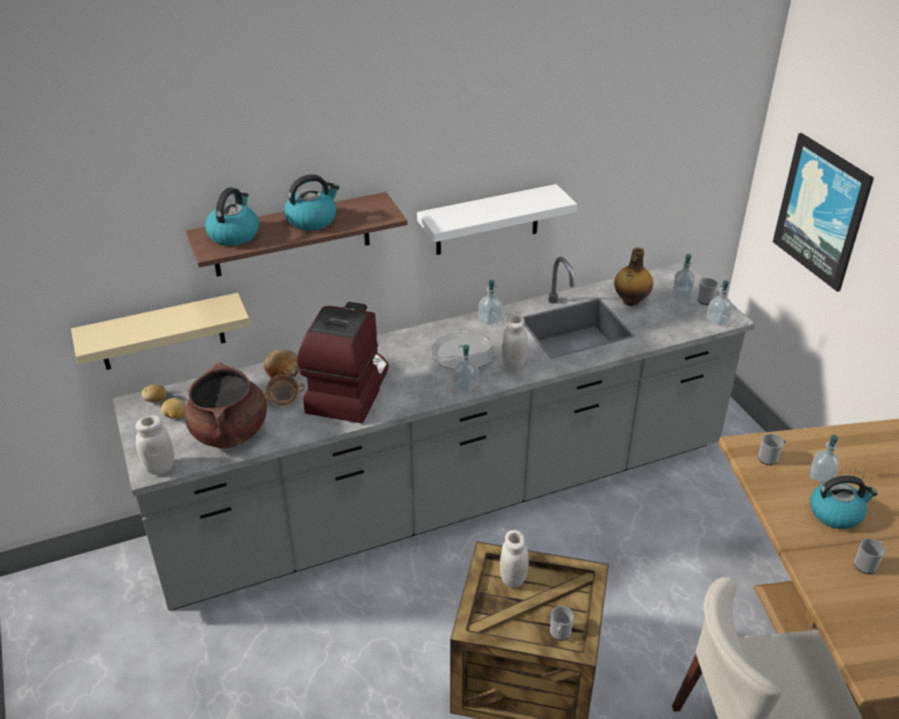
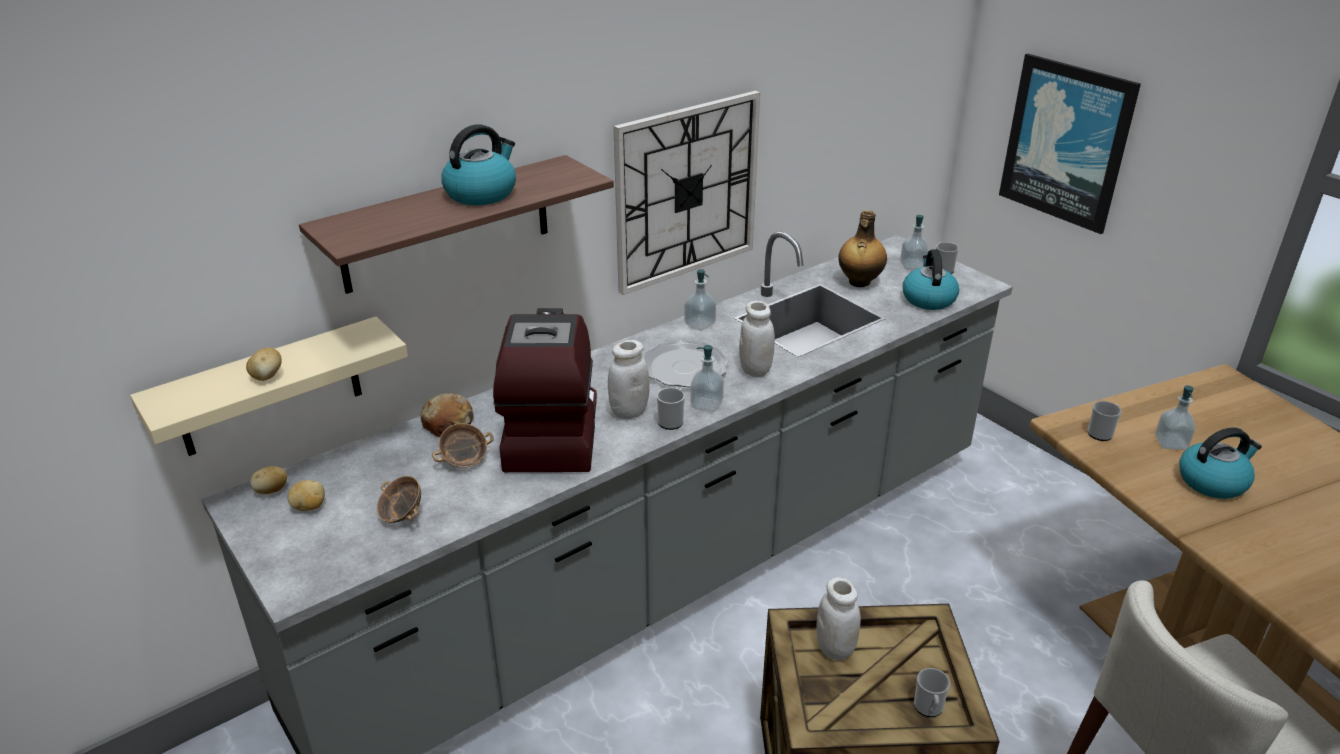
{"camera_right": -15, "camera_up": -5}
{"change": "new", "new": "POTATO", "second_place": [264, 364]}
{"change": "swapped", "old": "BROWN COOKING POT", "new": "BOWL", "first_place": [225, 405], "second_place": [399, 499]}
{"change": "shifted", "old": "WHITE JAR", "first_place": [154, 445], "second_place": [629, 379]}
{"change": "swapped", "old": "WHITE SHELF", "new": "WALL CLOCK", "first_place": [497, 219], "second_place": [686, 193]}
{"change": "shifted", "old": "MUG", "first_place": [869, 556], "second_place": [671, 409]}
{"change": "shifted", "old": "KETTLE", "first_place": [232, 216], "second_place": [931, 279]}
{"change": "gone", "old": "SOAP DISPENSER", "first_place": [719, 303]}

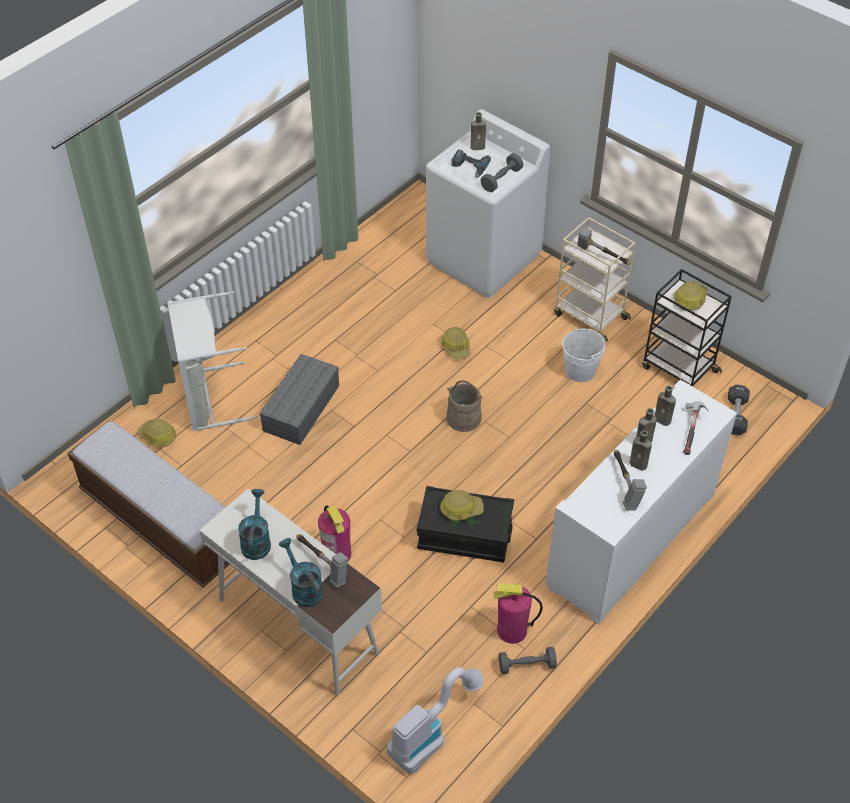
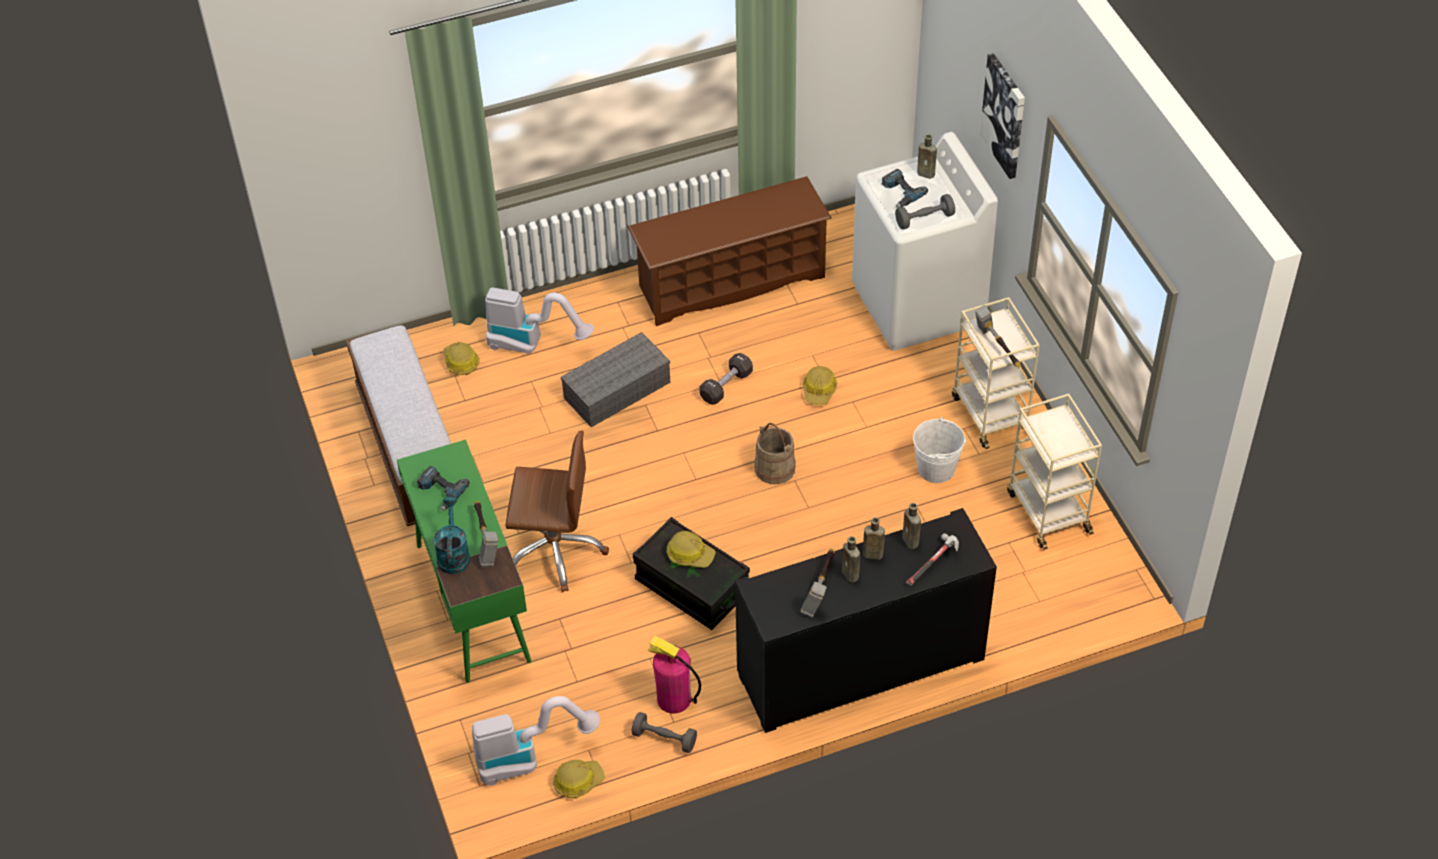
{"camera_right": 30, "camera_up": 0}
{"change": "repainted", "old": "WHITE DESK", "new": "GREEN DESK", "first_place": [290, 592], "second_place": [464, 561]}
{"change": "swapped", "old": "TURQUOISE WATERING CAN", "new": "POWER DRILL", "first_place": [254, 524], "second_place": [443, 488]}
{"change": "swapped", "old": "GREY LAUNDRY BASKET", "new": "VACUUM CLEANER", "first_place": [212, 361], "second_place": [539, 320]}
{"change": "swapped", "old": "FIRE EXTINGUISHER", "new": "BROWN OFFICE CHAIR", "first_place": [334, 533], "second_place": [557, 511]}
{"change": "shifted", "old": "HARD HAT", "first_place": [690, 295], "second_place": [579, 779]}
{"change": "new", "new": "BROWN SHOE RACK", "second_place": [729, 251]}
{"change": "shifted", "old": "BLACK DUMBBELL", "first_place": [739, 409], "second_place": [726, 379]}
{"change": "repainted", "old": "WHITE CABINET", "new": "BLACK CABINET", "first_place": [641, 502], "second_place": [866, 620]}
{"change": "new", "new": "PICTURE", "second_place": [1002, 116]}
{"change": "repainted", "old": "BLACK CART", "new": "BEIGE CART", "first_place": [687, 328], "second_place": [1054, 472]}

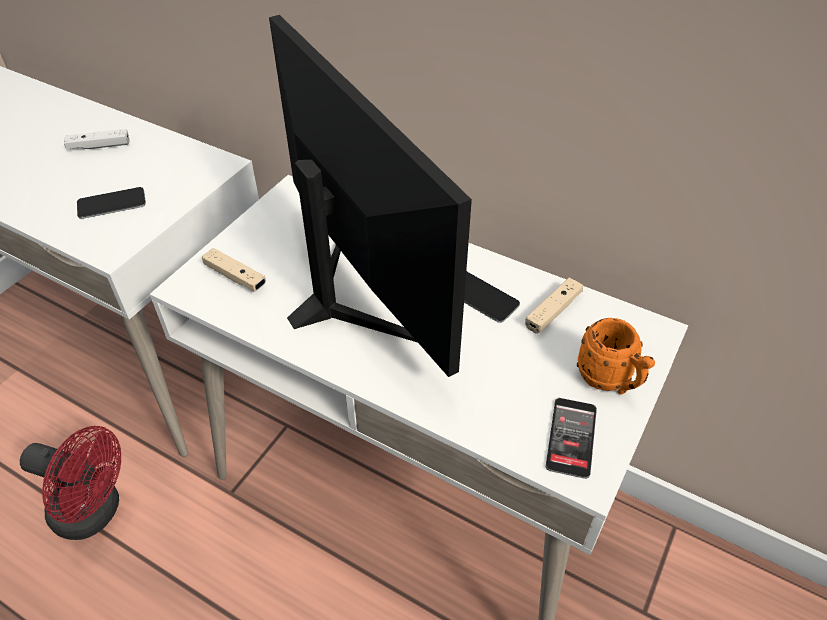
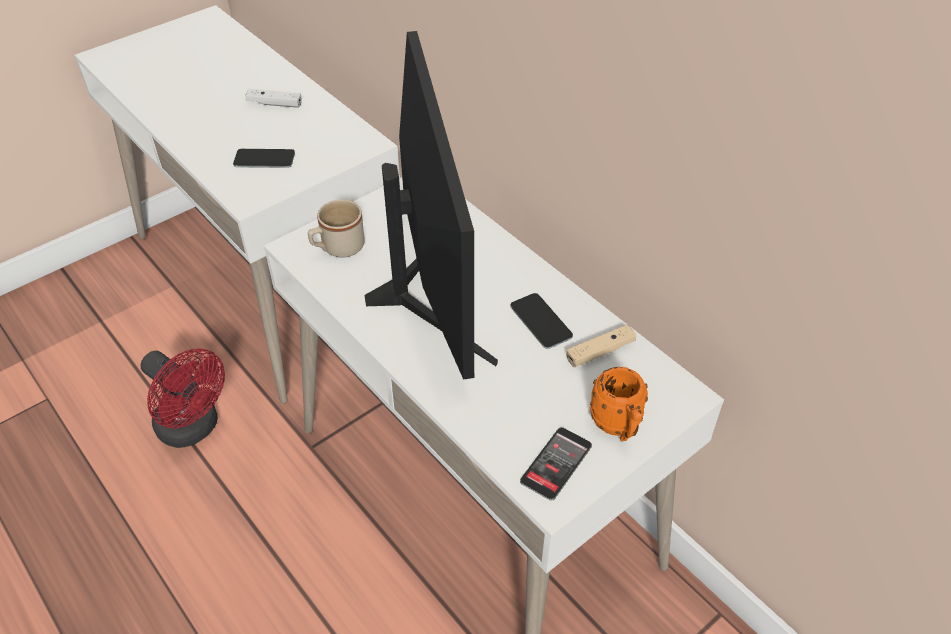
{"camera_right": 20, "camera_up": 0}
{"change": "swapped", "old": "BEIGE GAME CONTROLLER", "new": "BEIGE MUG", "first_place": [234, 270], "second_place": [336, 228]}

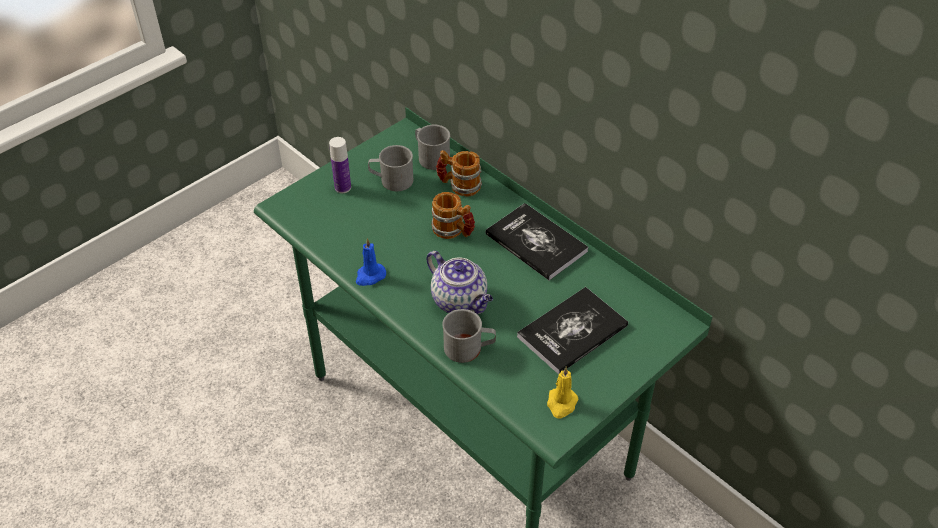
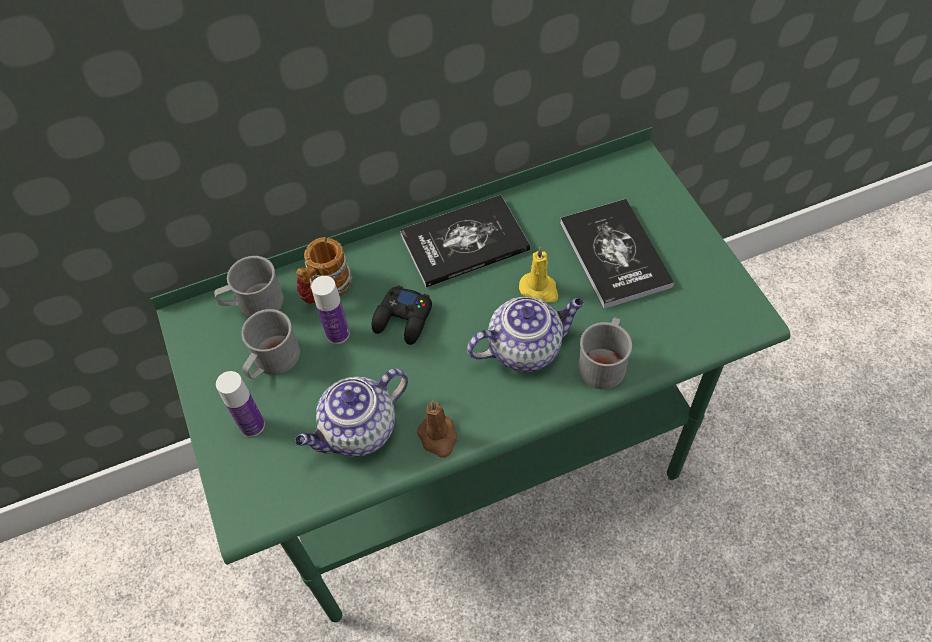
{"camera_right": -65, "camera_up": 10}
{"change": "new", "new": "TEAPOT", "second_place": [351, 413]}
{"change": "new", "new": "BOTTLE", "second_place": [330, 310]}
{"change": "swapped", "old": "MUG", "new": "BLACK GAME CONTROLLER", "first_place": [453, 215], "second_place": [401, 315]}
{"change": "repainted", "old": "BLUE CANDLE", "new": "BROWN CANDLE", "first_place": [371, 262], "second_place": [437, 429]}
{"change": "shifted", "old": "YELLOW CANDLE", "first_place": [563, 392], "second_place": [538, 274]}

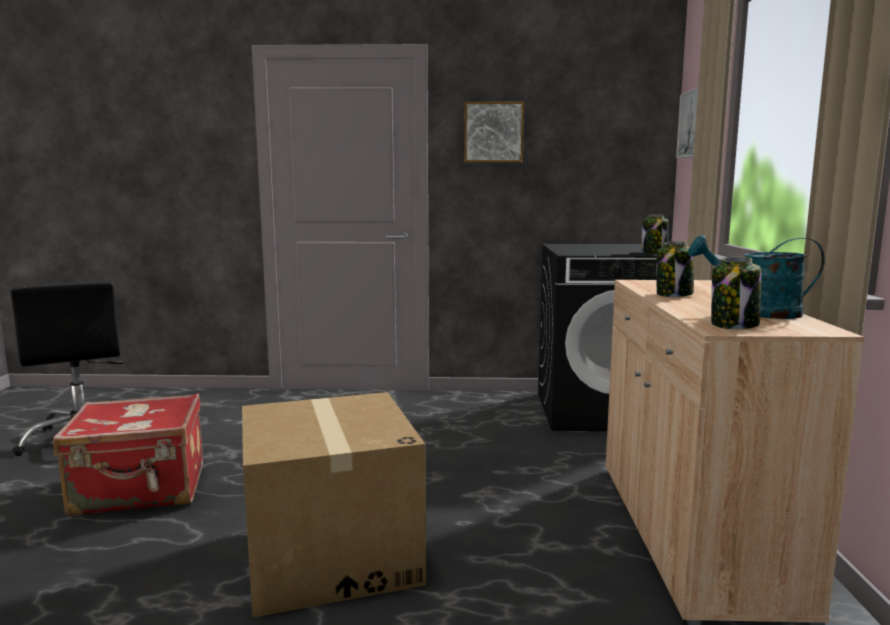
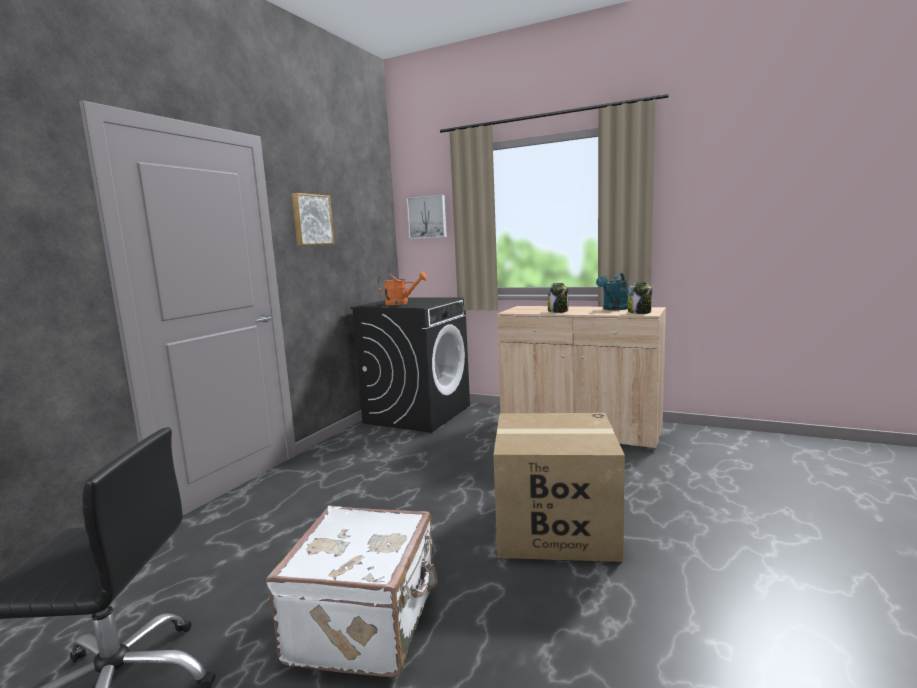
{"camera_right": -65, "camera_up": 0}
{"change": "repainted", "old": "RED SUITCASE", "new": "WHITE SUITCASE", "first_place": [128, 454], "second_place": [352, 591]}
{"change": "new", "new": "ORANGE WATERING CAN", "second_place": [402, 288]}
{"change": "gone", "old": "JAR", "first_place": [655, 234]}

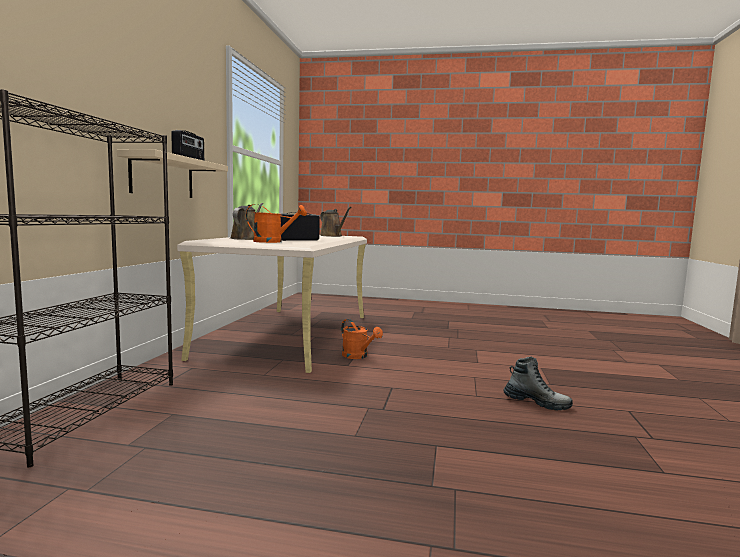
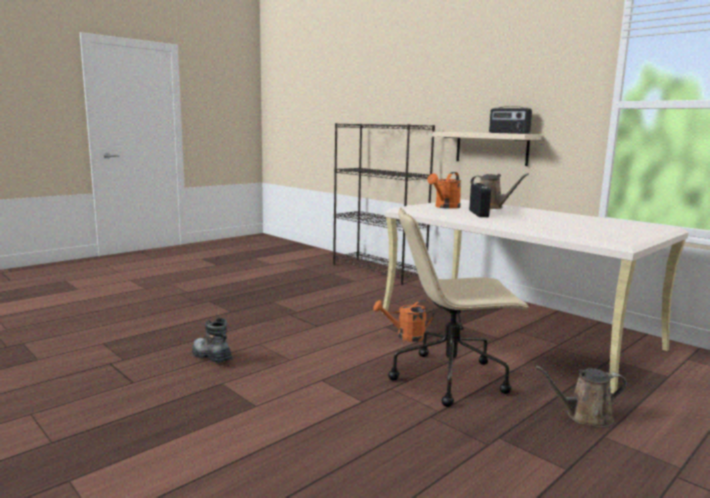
{"camera_right": 125, "camera_up": 5}
{"change": "rotated", "old": "BOOT", "first_place": [538, 383], "second_place": [212, 340], "degrees": 75}
{"change": "new", "new": "BEIGE OFFICE CHAIR", "second_place": [459, 307]}
{"change": "shifted", "old": "BROWN WATERING CAN", "first_place": [336, 222], "second_place": [581, 397]}

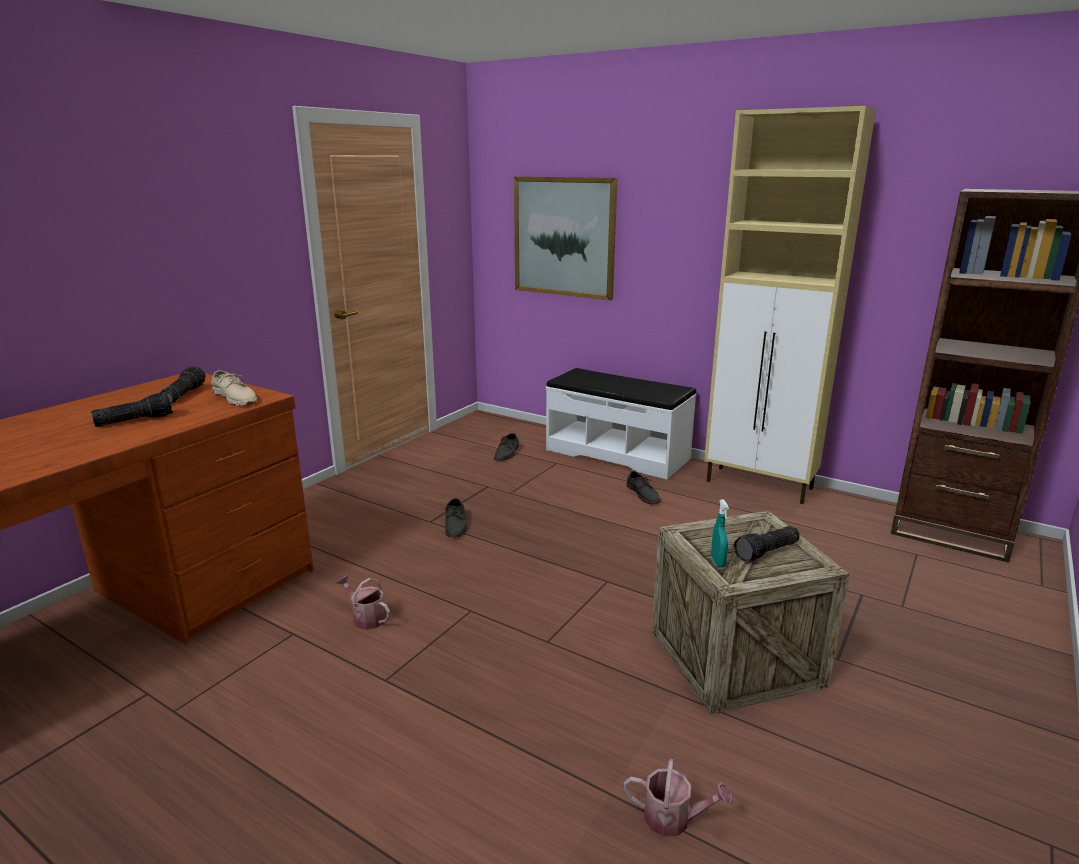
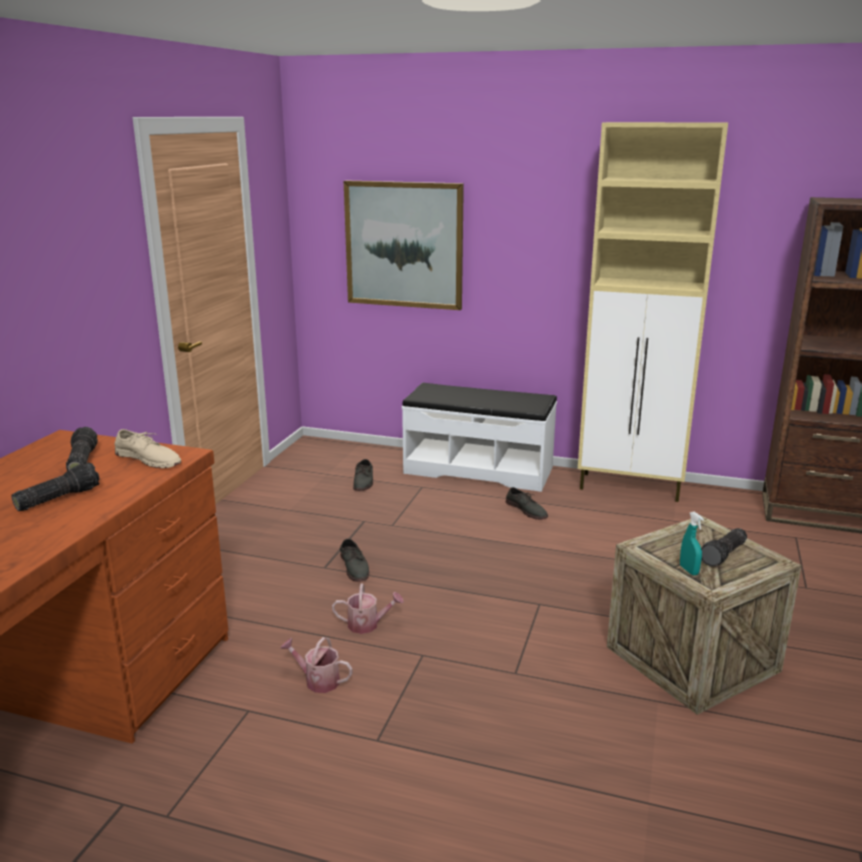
{"camera_right": -15, "camera_up": 0}
{"change": "shifted", "old": "WATERING CAN", "first_place": [678, 798], "second_place": [368, 609]}

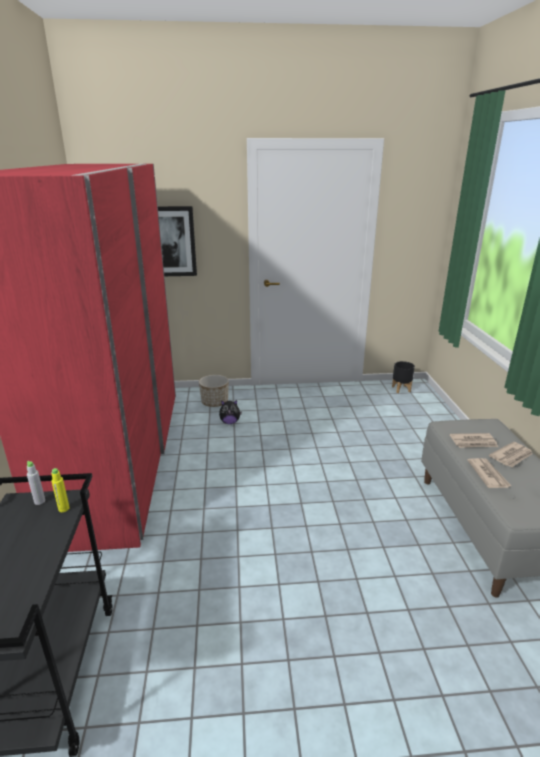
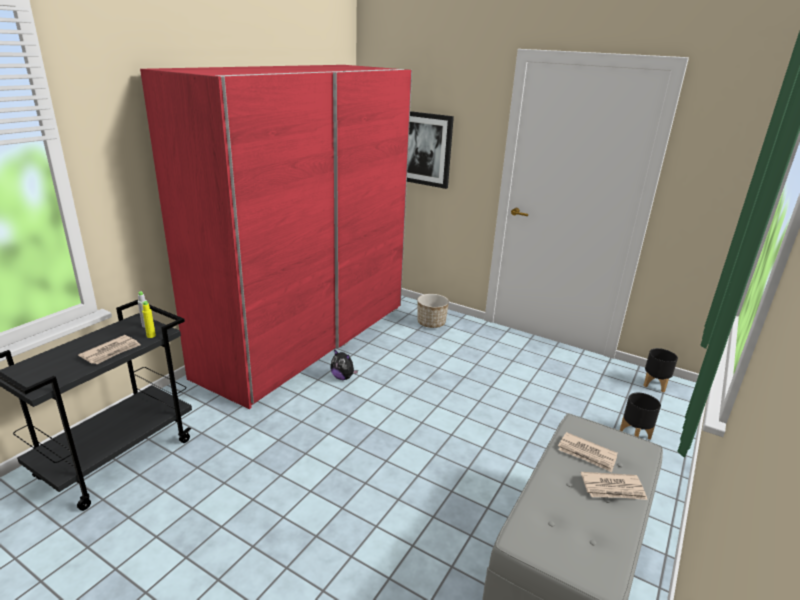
{"camera_right": 35, "camera_up": 0}
{"change": "shifted", "old": "NEWSPAPER", "first_place": [489, 473], "second_place": [109, 349]}
{"change": "shifted", "old": "PLUSH TOY", "first_place": [230, 412], "second_place": [344, 364]}
{"change": "new", "new": "BLACK PLANTER", "second_place": [640, 416]}

